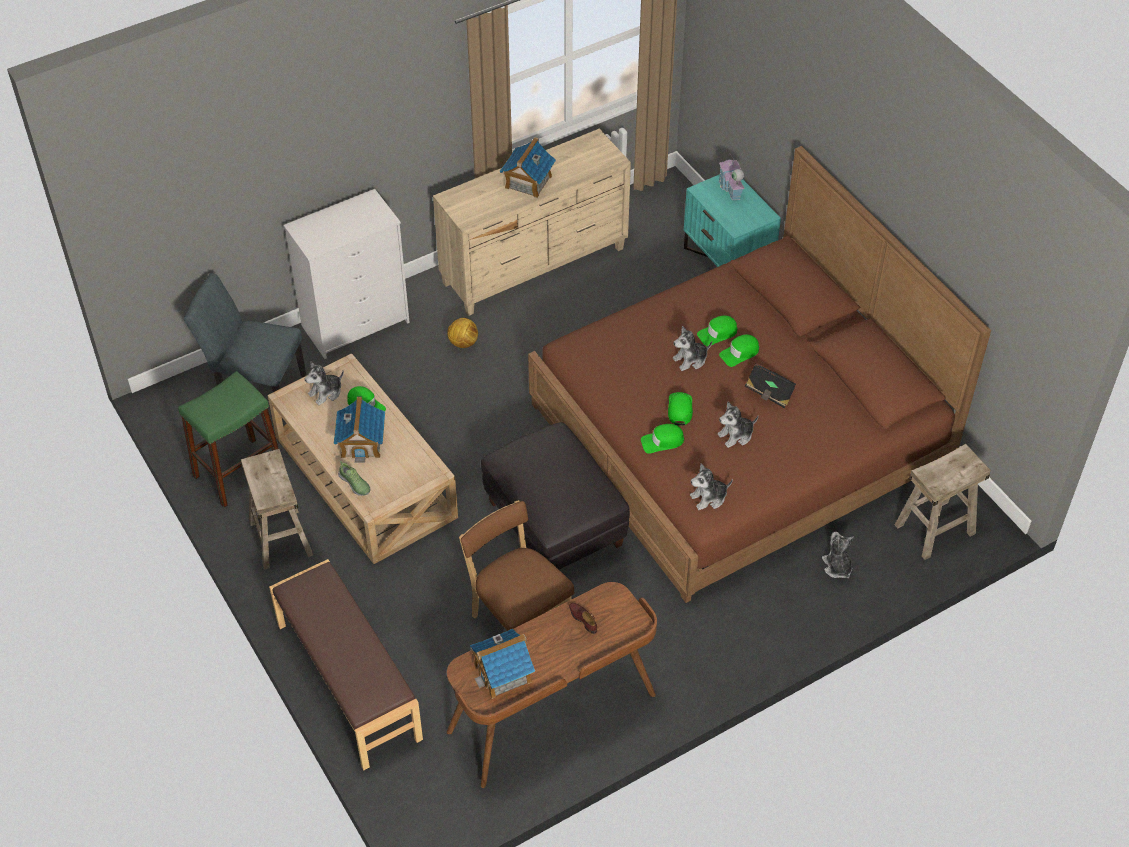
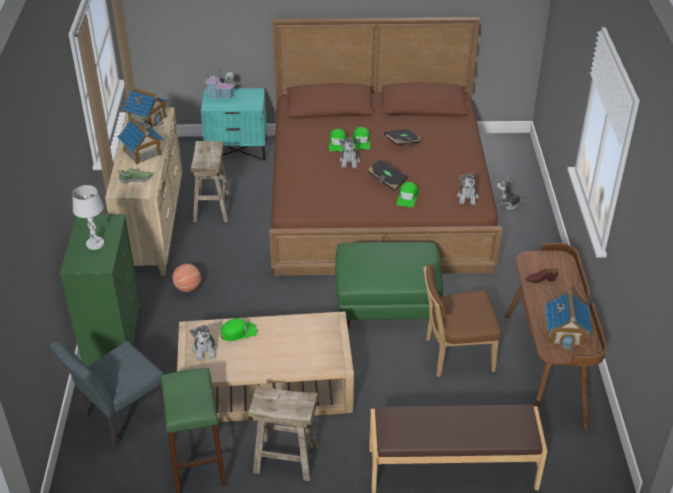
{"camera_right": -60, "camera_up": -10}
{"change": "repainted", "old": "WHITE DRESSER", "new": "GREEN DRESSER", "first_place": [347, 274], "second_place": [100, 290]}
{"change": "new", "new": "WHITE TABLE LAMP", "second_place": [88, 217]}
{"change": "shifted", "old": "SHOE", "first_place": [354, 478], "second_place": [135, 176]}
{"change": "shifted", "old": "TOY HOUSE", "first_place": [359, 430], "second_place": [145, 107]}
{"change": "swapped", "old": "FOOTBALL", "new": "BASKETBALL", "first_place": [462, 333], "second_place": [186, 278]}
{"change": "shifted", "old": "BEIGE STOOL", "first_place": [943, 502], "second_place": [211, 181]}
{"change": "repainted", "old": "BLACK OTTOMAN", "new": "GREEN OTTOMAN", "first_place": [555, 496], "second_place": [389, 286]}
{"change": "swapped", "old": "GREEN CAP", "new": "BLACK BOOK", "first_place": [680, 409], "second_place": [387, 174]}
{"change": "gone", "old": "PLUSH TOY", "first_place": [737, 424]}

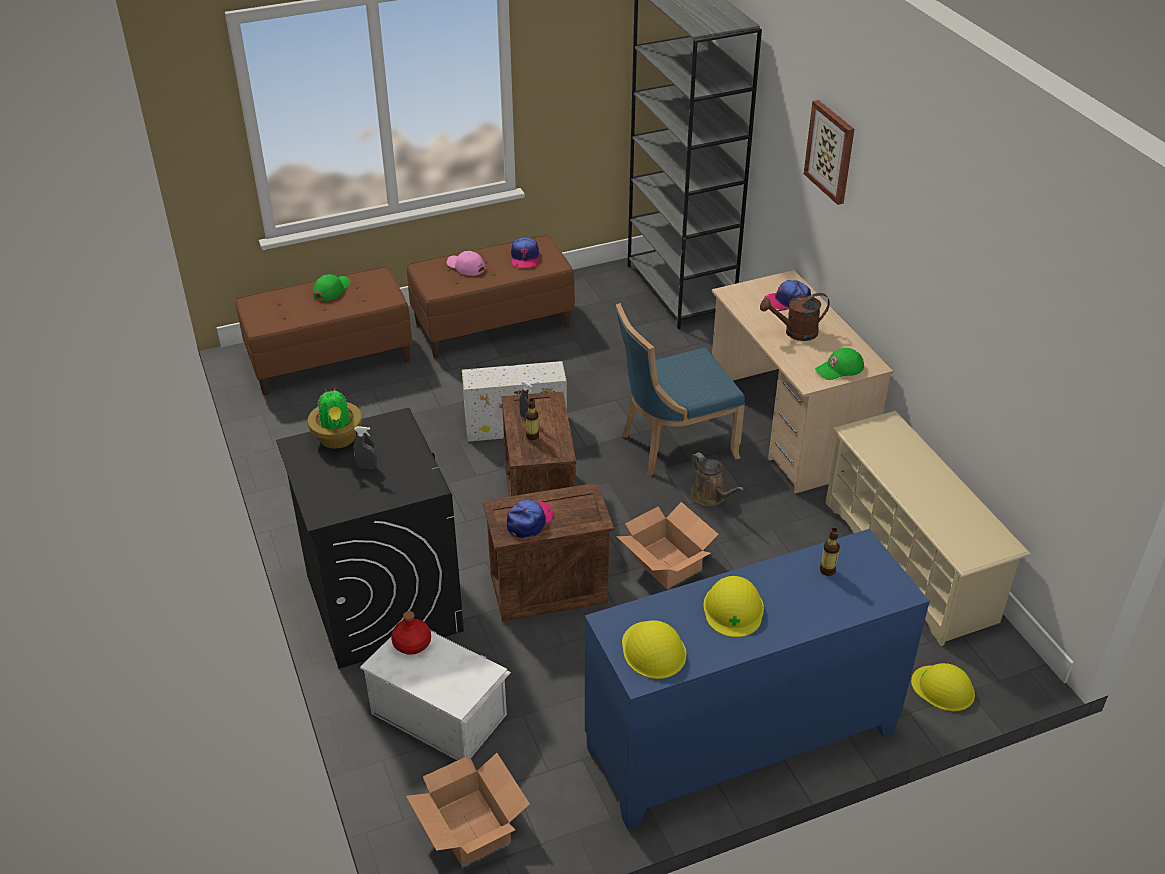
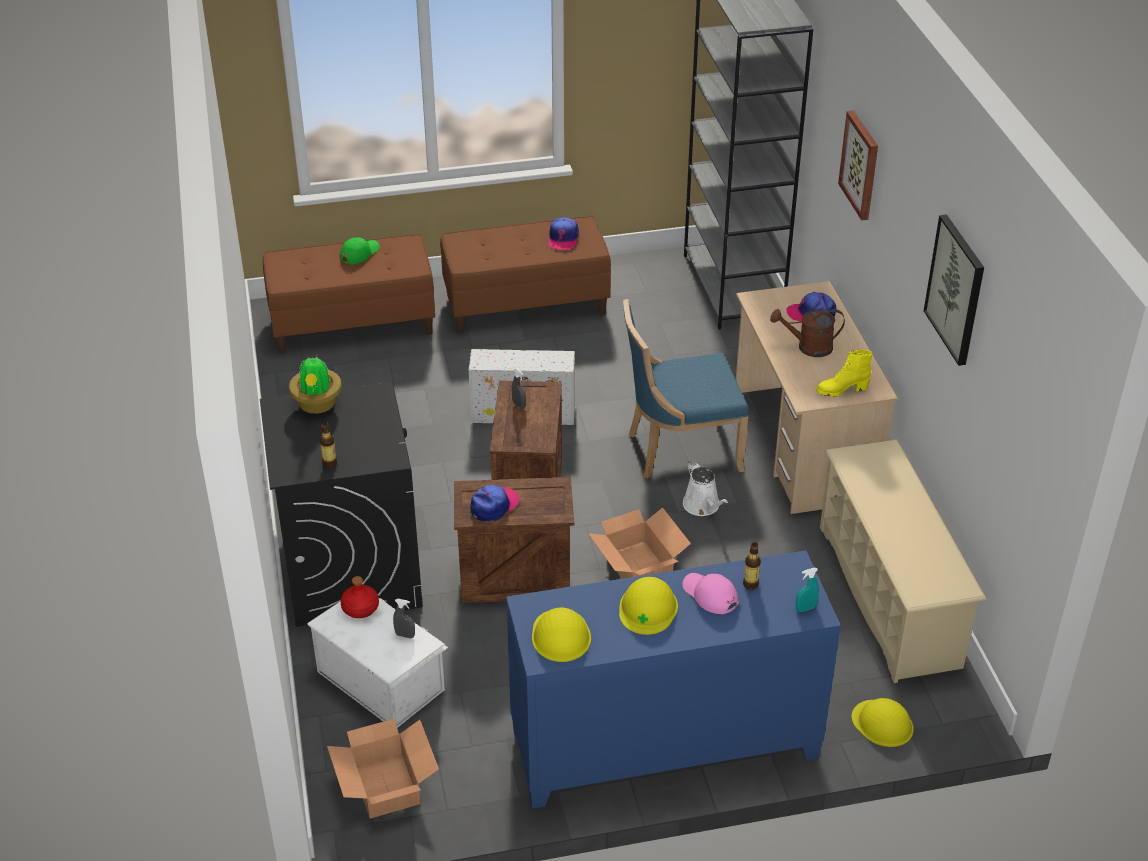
{"camera_right": 10, "camera_up": 0}
{"change": "shifted", "old": "BOTTLE", "first_place": [532, 419], "second_place": [328, 445]}
{"change": "shifted", "old": "GREY SPRAY BOTTLE", "first_place": [365, 447], "second_place": [404, 618]}
{"change": "shifted", "old": "PINK CAP", "first_place": [466, 263], "second_place": [710, 593]}
{"change": "repainted", "old": "BROWN WATERING CAN", "new": "WHITE WATERING CAN", "first_place": [717, 479], "second_place": [705, 488]}
{"change": "new", "new": "TURQUOISE SPRAY BOTTLE", "second_place": [807, 590]}
{"change": "swapped", "old": "GREEN CAP", "new": "YELLOW BOOT", "first_place": [839, 364], "second_place": [844, 373]}
{"change": "new", "new": "PICTURE", "second_place": [954, 290]}

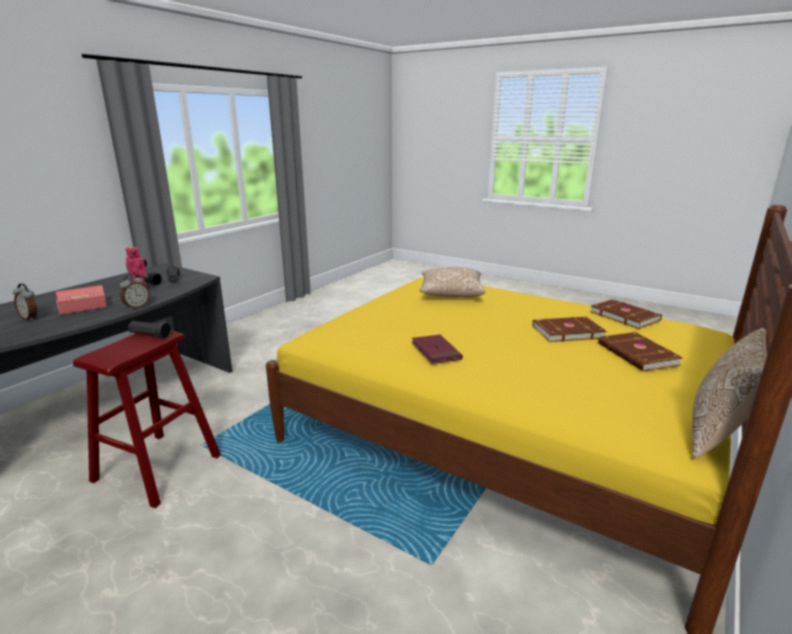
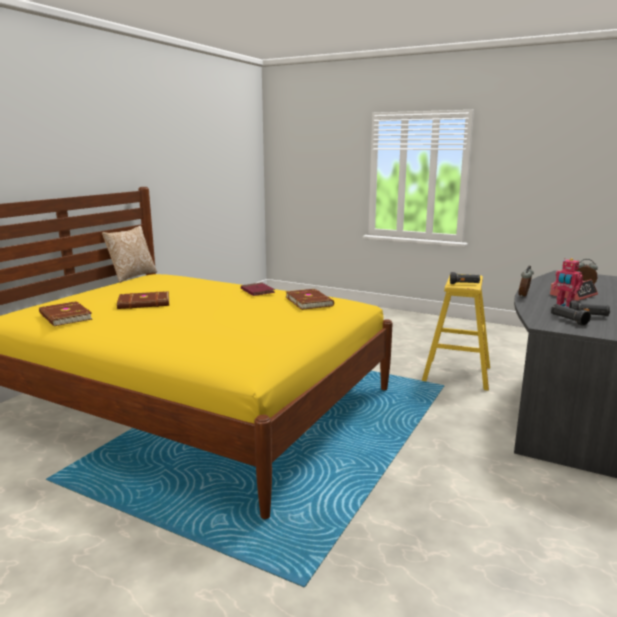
{"camera_right": 175, "camera_up": -5}
{"change": "shifted", "old": "BROWN BOOK", "first_place": [640, 351], "second_place": [309, 299]}
{"change": "repainted", "old": "RED STOOL", "new": "YELLOW STOOL", "first_place": [147, 419], "second_place": [456, 332]}
{"change": "gone", "old": "PILLOW", "first_place": [452, 282]}

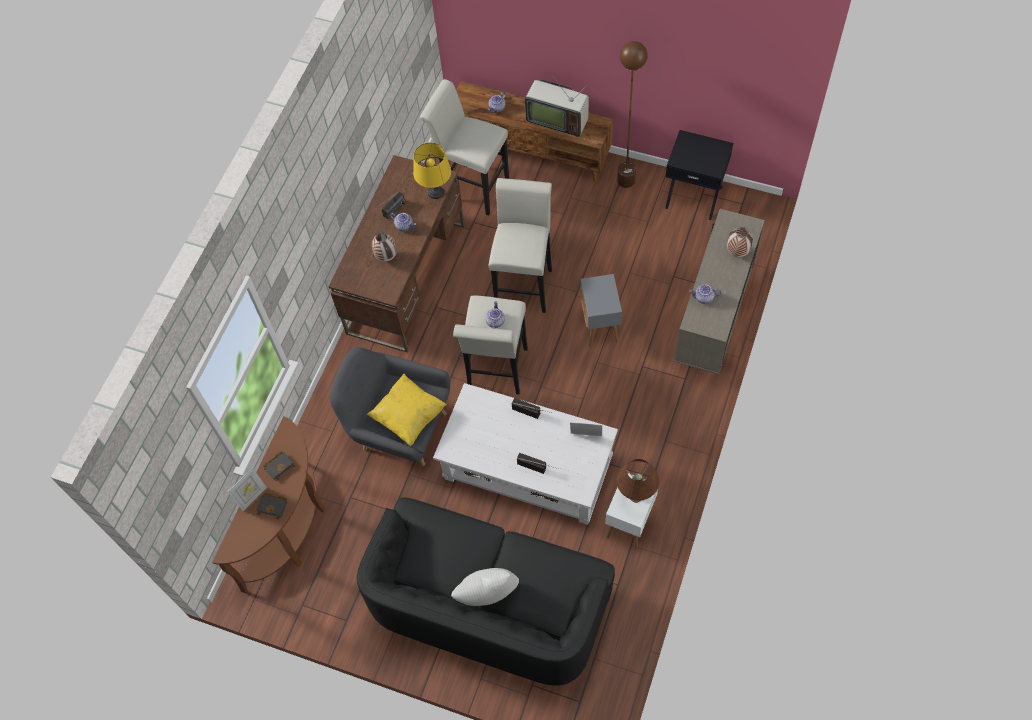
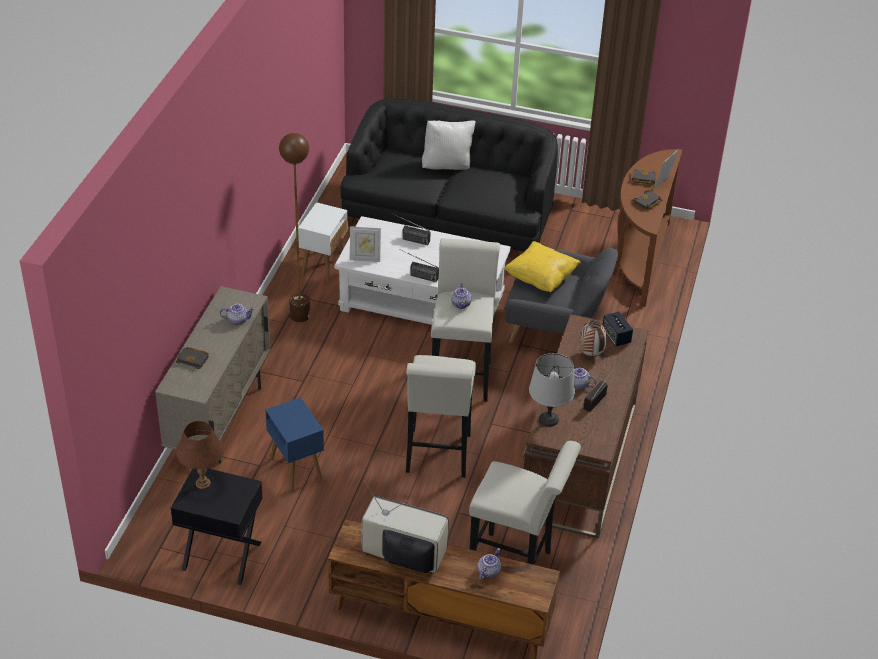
{"camera_right": 170, "camera_up": -20}
{"change": "swapped", "old": "VASE", "new": "BLACK BOOK", "first_place": [740, 242], "second_place": [192, 358]}
{"change": "shifted", "old": "BROWN TABLE LAMP", "first_place": [637, 481], "second_place": [200, 455]}
{"change": "new", "new": "BLUE SIDE TABLE", "second_place": [295, 444]}
{"change": "shifted", "old": "BROWN FLOOR LAMP", "first_place": [632, 114], "second_place": [294, 227]}
{"change": "repainted", "old": "YELLOW TABLE LAMP", "new": "GREY TABLE LAMP", "first_place": [432, 170], "second_place": [552, 390]}
{"change": "new", "new": "SPEAKER", "second_place": [618, 328]}
{"change": "gone", "old": "GREY SIDE TABLE", "first_place": [601, 310]}

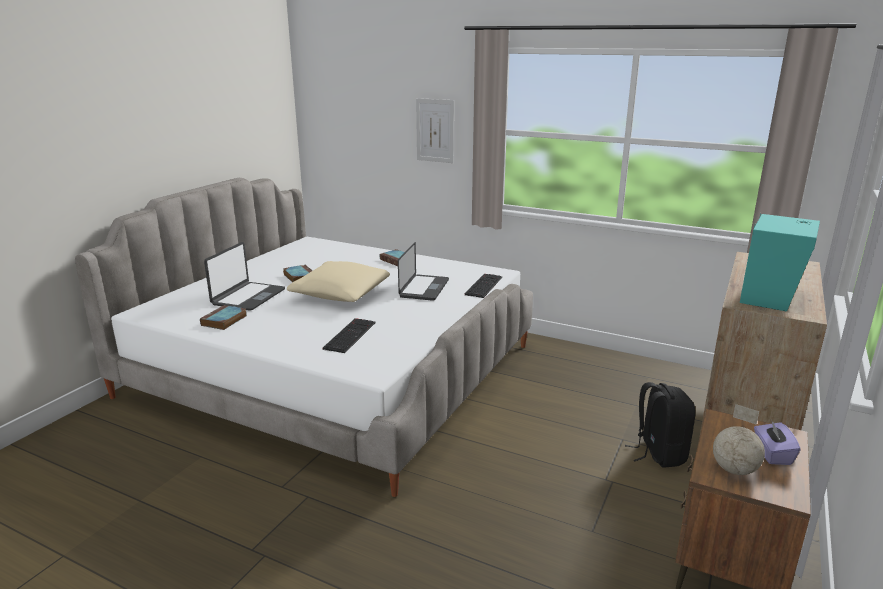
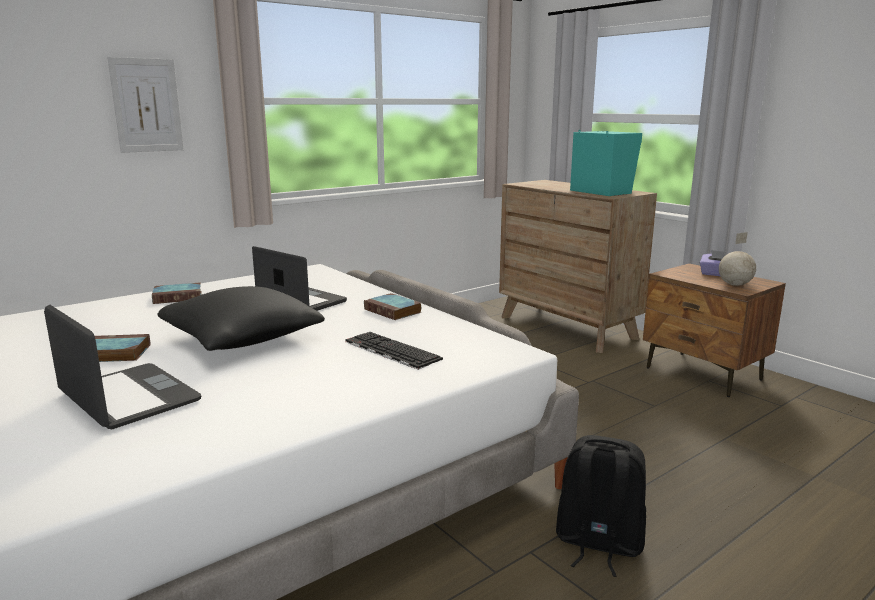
{"camera_right": -65, "camera_up": -5}
{"change": "repainted", "old": "BEIGE PILLOW", "new": "BLACK PILLOW", "first_place": [338, 281], "second_place": [241, 318]}
{"change": "shifted", "old": "BOOK", "first_place": [223, 317], "second_place": [393, 306]}
{"change": "shifted", "old": "BLACK BACKPACK", "first_place": [660, 425], "second_place": [601, 506]}
{"change": "gone", "old": "KEYBOARD", "first_place": [483, 286]}

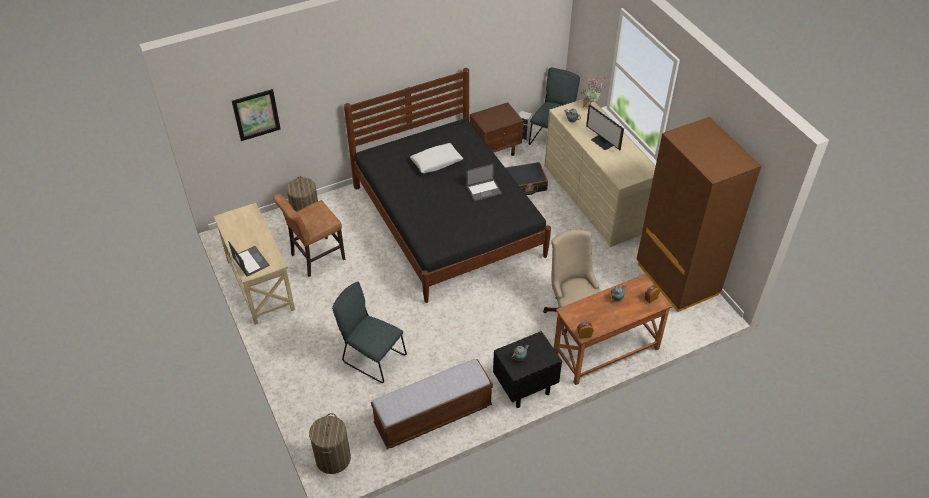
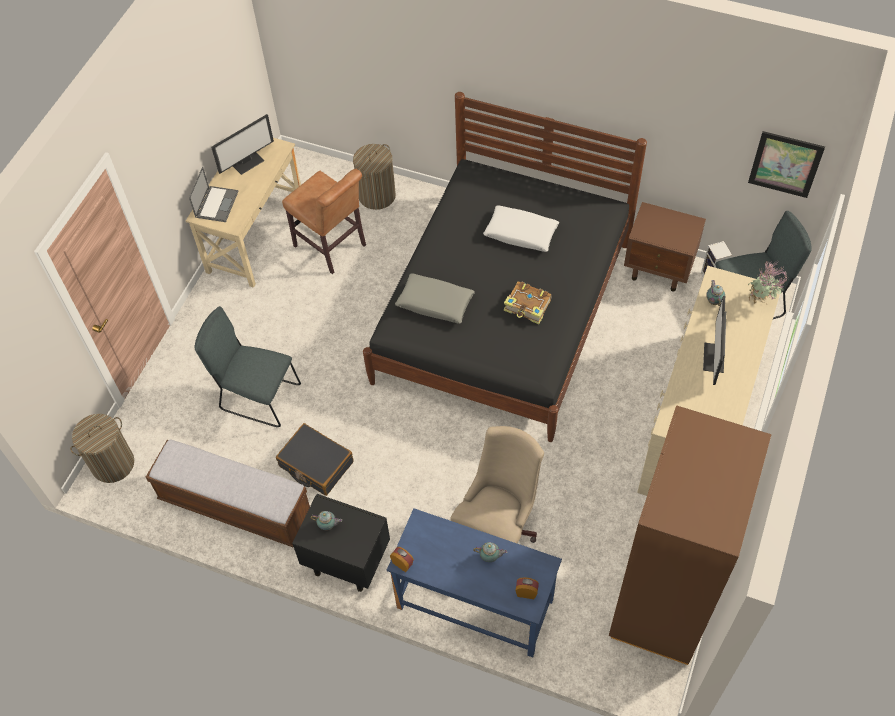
{"camera_right": 50, "camera_up": 10}
{"change": "rotated", "old": "GREY CHAIR", "first_place": [369, 332], "second_place": [247, 366], "degrees": -60}
{"change": "new", "new": "MONITOR", "second_place": [242, 144]}
{"change": "shifted", "old": "BLACK SUITCASE", "first_place": [526, 178], "second_place": [315, 459]}
{"change": "rotated", "old": "BROWN CHAIR", "first_place": [309, 235], "second_place": [324, 221], "degrees": -150}
{"change": "repainted", "old": "BROWN DESK", "new": "BLUE DESK", "first_place": [613, 329], "second_place": [474, 582]}
{"change": "new", "new": "GREY PILLOW", "second_place": [435, 298]}
{"change": "swapped", "old": "LAPTOP", "new": "BOOK", "first_place": [484, 182], "second_place": [528, 302]}
{"change": "shifted", "old": "PICTURE", "first_place": [256, 115], "second_place": [786, 164]}

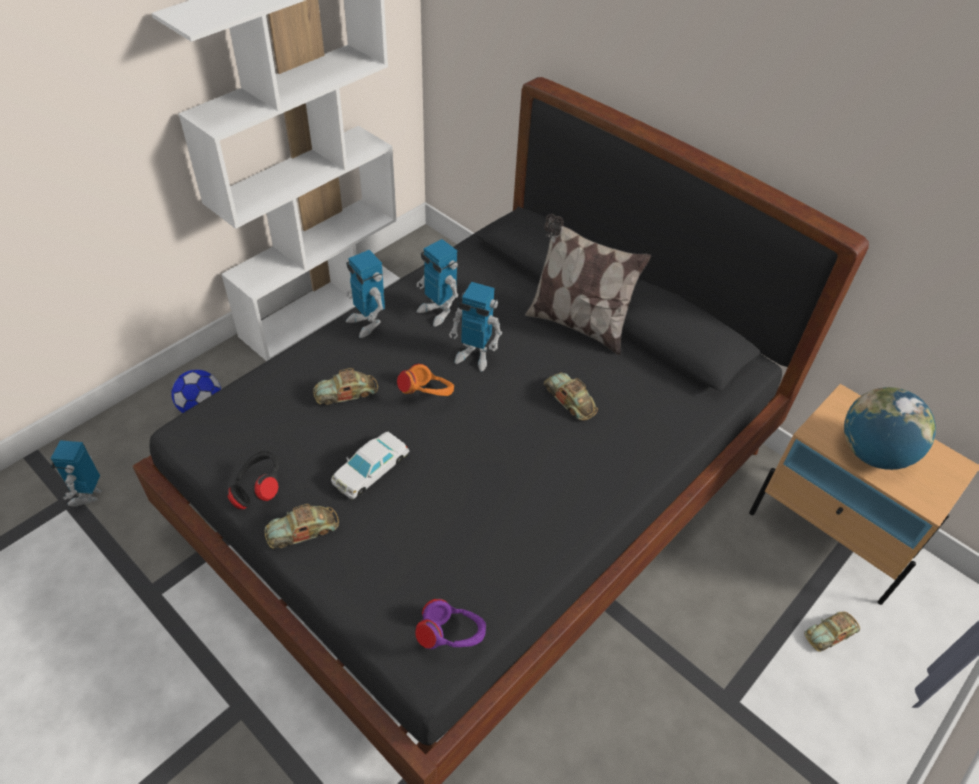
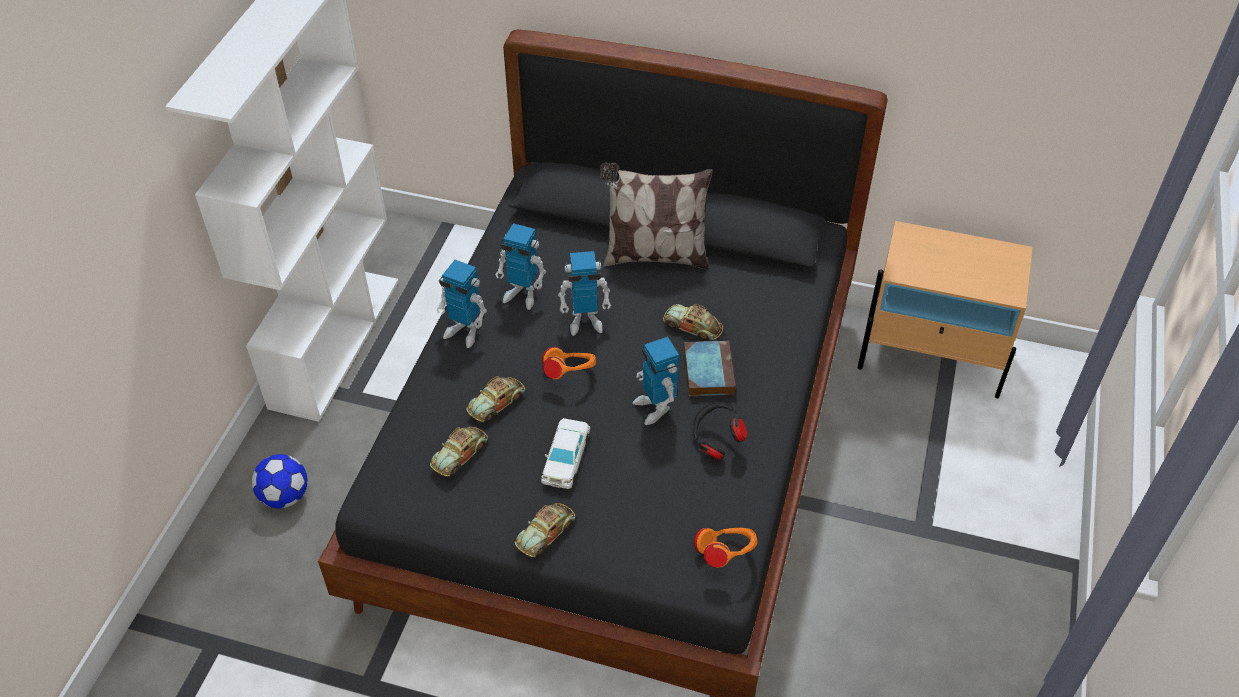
{"camera_right": -25, "camera_up": 0}
{"change": "shifted", "old": "TOY CAR", "first_place": [832, 631], "second_place": [459, 452]}
{"change": "shifted", "old": "TOY ROBOT", "first_place": [76, 473], "second_place": [655, 381]}
{"change": "new", "new": "BOOK", "second_place": [710, 368]}
{"change": "shifted", "old": "BLACK HEADPHONES", "first_place": [253, 480], "second_place": [719, 431]}
{"change": "repainted", "old": "PURPLE HEADPHONES", "new": "ORANGE HEADPHONES", "first_place": [450, 623], "second_place": [726, 548]}
{"change": "gone", "old": "GLOBE", "first_place": [890, 428]}

